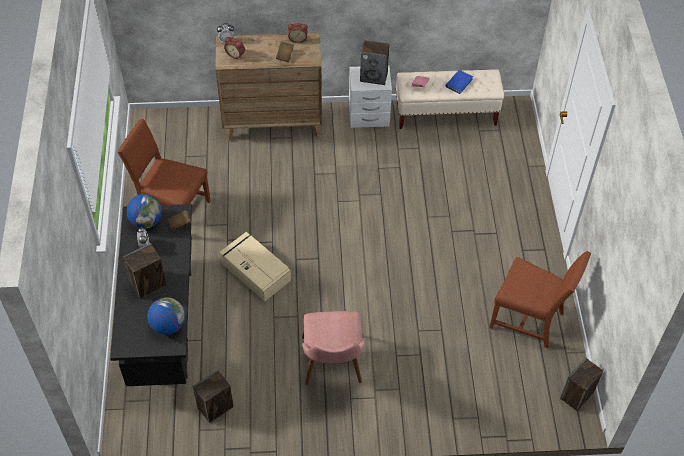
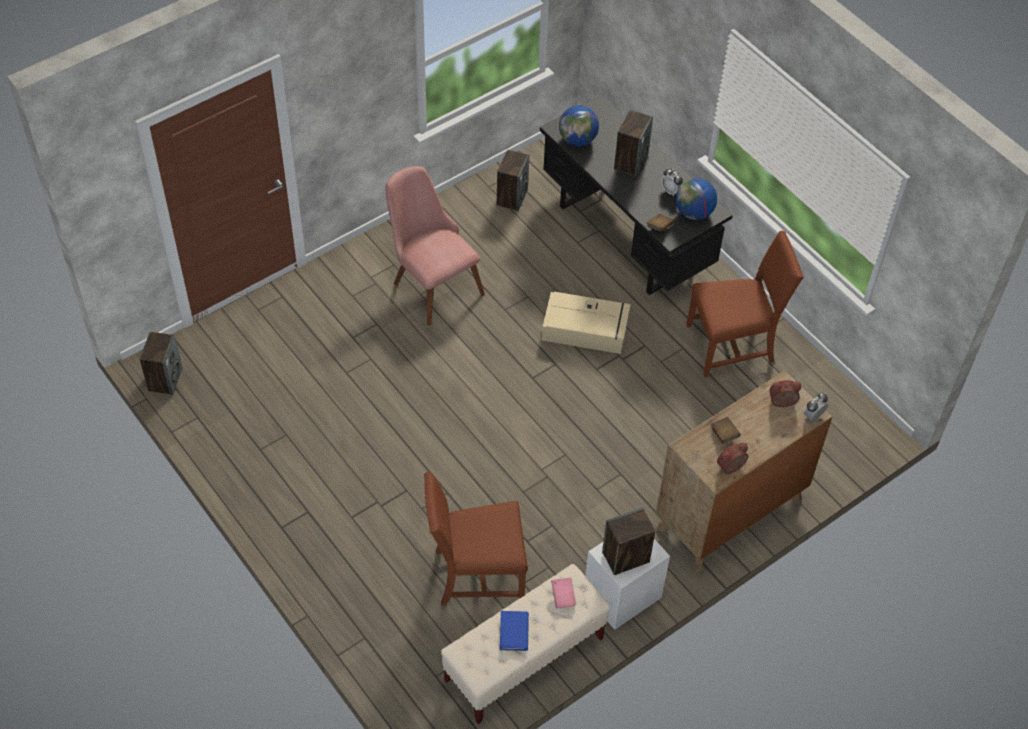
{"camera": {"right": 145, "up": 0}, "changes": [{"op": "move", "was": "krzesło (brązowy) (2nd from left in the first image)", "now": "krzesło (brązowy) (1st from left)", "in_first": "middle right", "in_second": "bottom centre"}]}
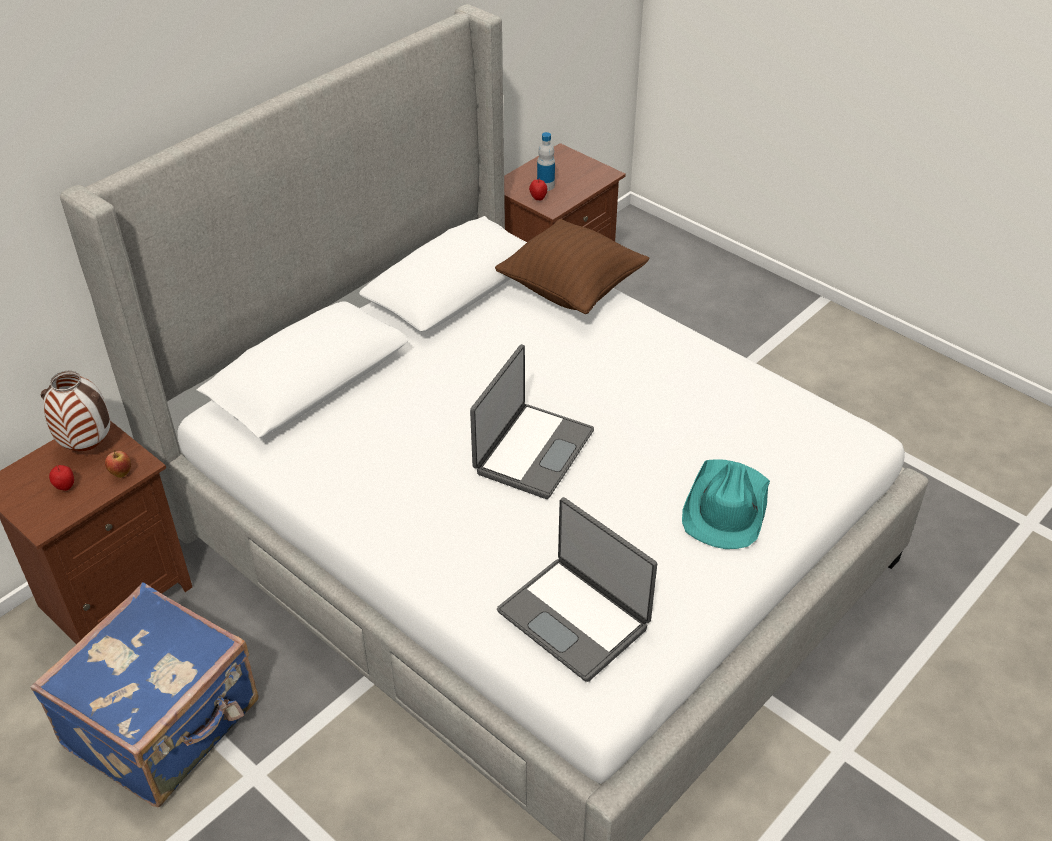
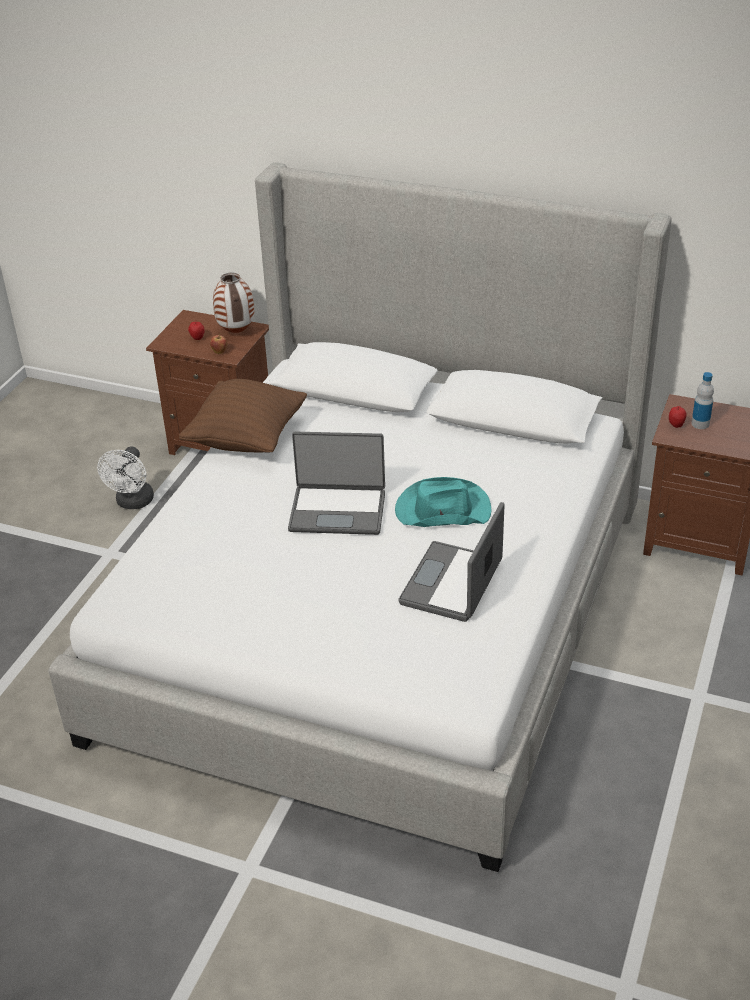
{"camera": {"right": 70, "up": -5}, "changes": [{"op": "move", "was": "poduszka (brązowy)", "in_first": "top centre", "in_second": "middle left"}, {"op": "move", "was": "laptop (2nd from left)", "in_first": "bottom centre", "in_second": "centre"}, {"op": "move", "was": "kapelusz (turkusowy)", "in_first": "middle right", "in_second": "centre"}, {"op": "replace", "was": "walizka (niebieski)", "now": "wentylator (biały)", "in_first": "bottom left", "in_second": "middle left"}]}
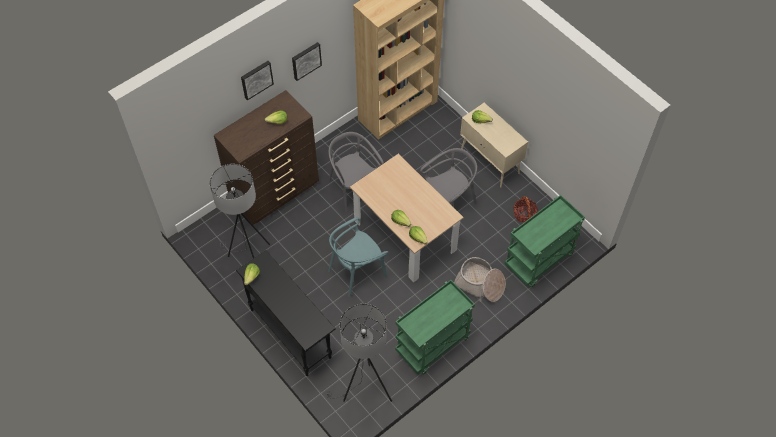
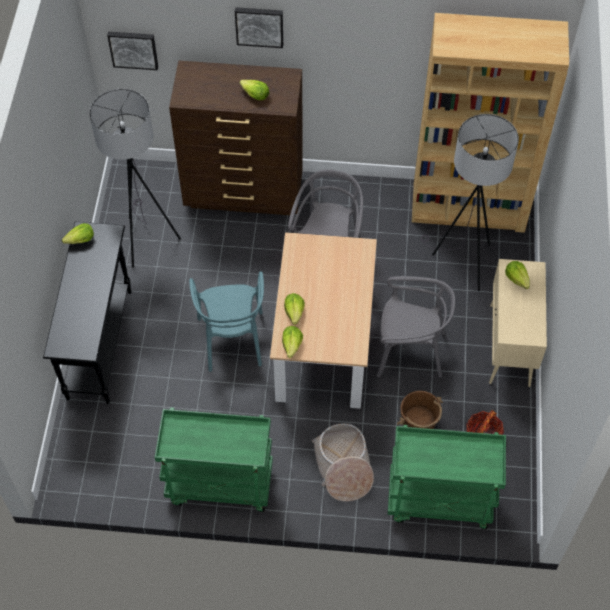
{"camera": {"right": 45, "up": 0}, "changes": [{"op": "insert", "now": "wiadro (brązowy)", "in_second": "bottom right"}, {"op": "move", "was": "obraz (2nd from left in the first image)", "now": "obraz (1st from left)", "in_first": "top centre", "in_second": "top left"}, {"op": "move", "was": "lampa stojąca (szary) (2nd from left)", "in_first": "bottom centre", "in_second": "top right"}, {"op": "rotate", "was": "krzesło (turkusowy)", "in_first": "centre", "in_second": "centre", "clockwise": -105}]}
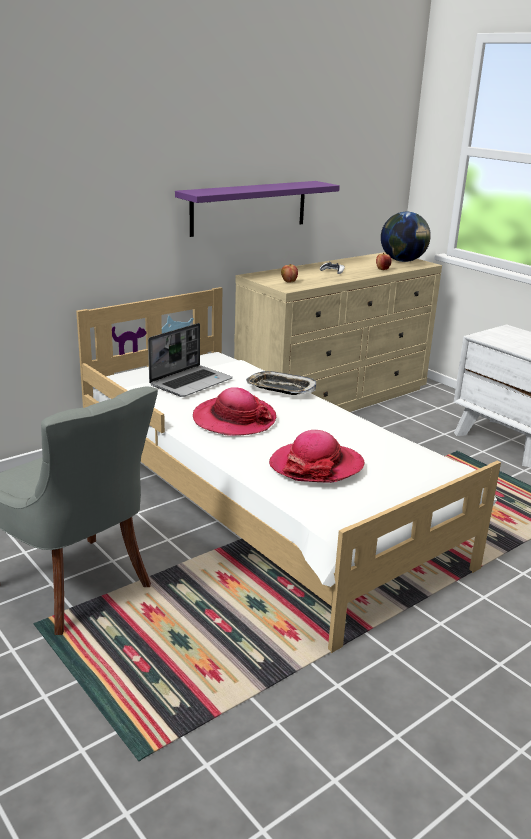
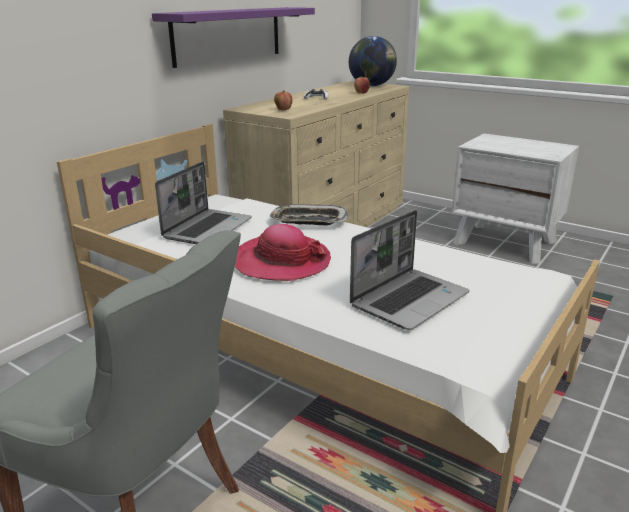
{"camera": {"right": -15, "up": 0}, "changes": [{"op": "replace", "was": "kapelusz (2nd from left)", "now": "laptop (2nd from left)", "in_first": "centre", "in_second": "centre"}]}
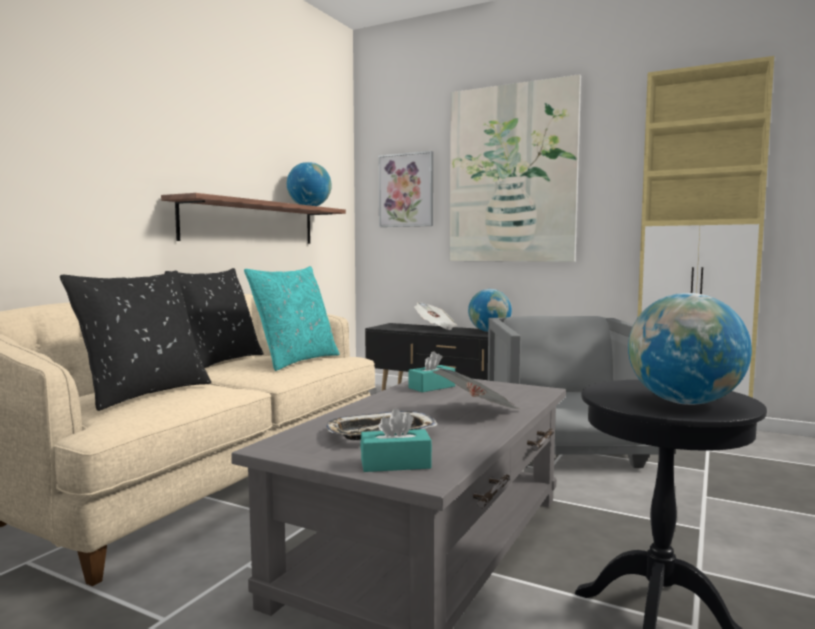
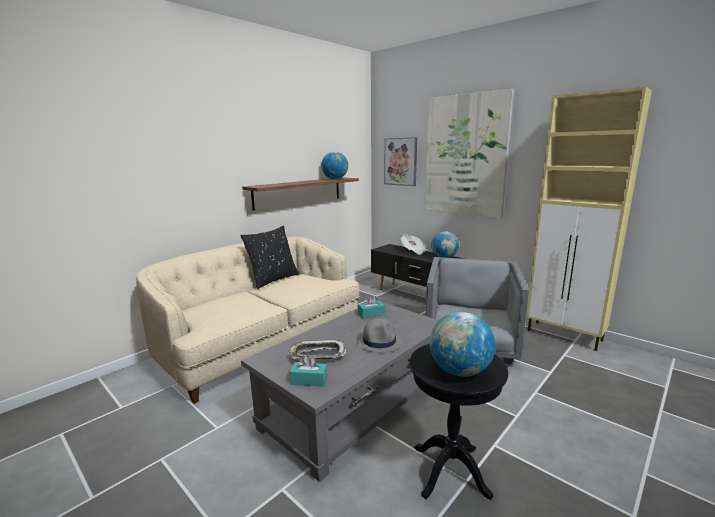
{"camera": {"right": 15, "up": 10}, "changes": [{"op": "delete", "was": "poduszka (czarny) (1st from left)", "in_first": "middle left"}, {"op": "delete", "was": "poduszka (turkusowy)", "in_first": "centre"}, {"op": "replace", "was": "gazeta (2nd from left)", "now": "kapelusz (szary)", "in_first": "centre", "in_second": "centre"}]}
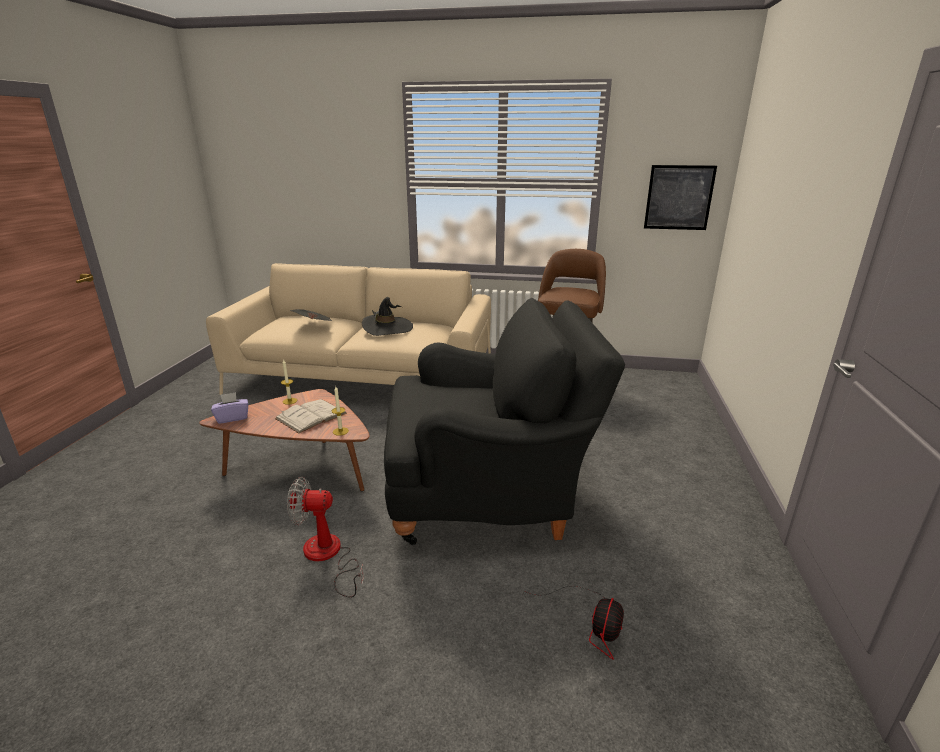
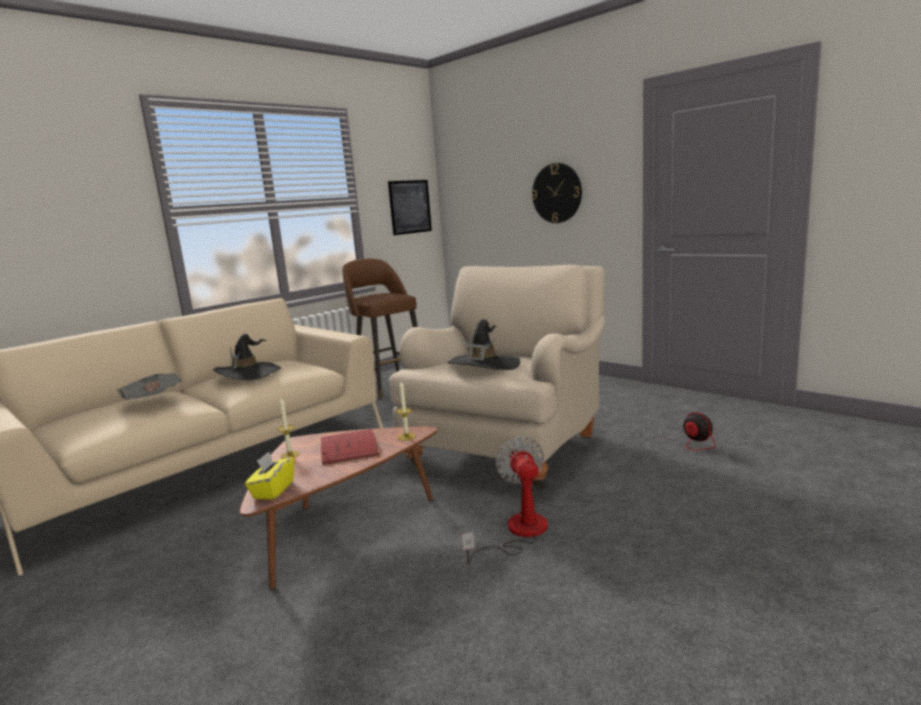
{"camera": {"right": -55, "up": -10}, "changes": [{"op": "insert", "now": "kapelusz (czarny) (2nd from left)", "in_second": "centre"}, {"op": "insert", "now": "zegar ścienny", "in_second": "top centre"}, {"op": "recolor", "was": "pudełko chusteczek (fioletowy)", "now": "pudełko chusteczek (żółty)", "in_first": "middle left", "in_second": "bottom left"}, {"op": "recolor", "was": "książka (biały)", "now": "książka (czerwony)", "in_first": "middle left", "in_second": "centre"}, {"op": "recolor", "was": "fotel (czarny)", "now": "fotel (beżowy)", "in_first": "centre", "in_second": "centre"}, {"op": "rotate", "was": "wentylator (1st from left)", "in_first": "bottom centre", "in_second": "bottom centre", "clockwise": 135}]}
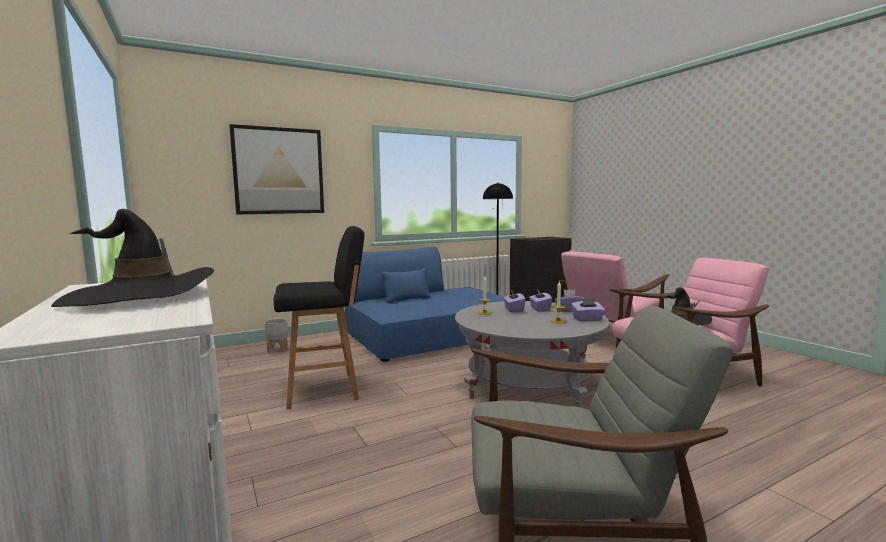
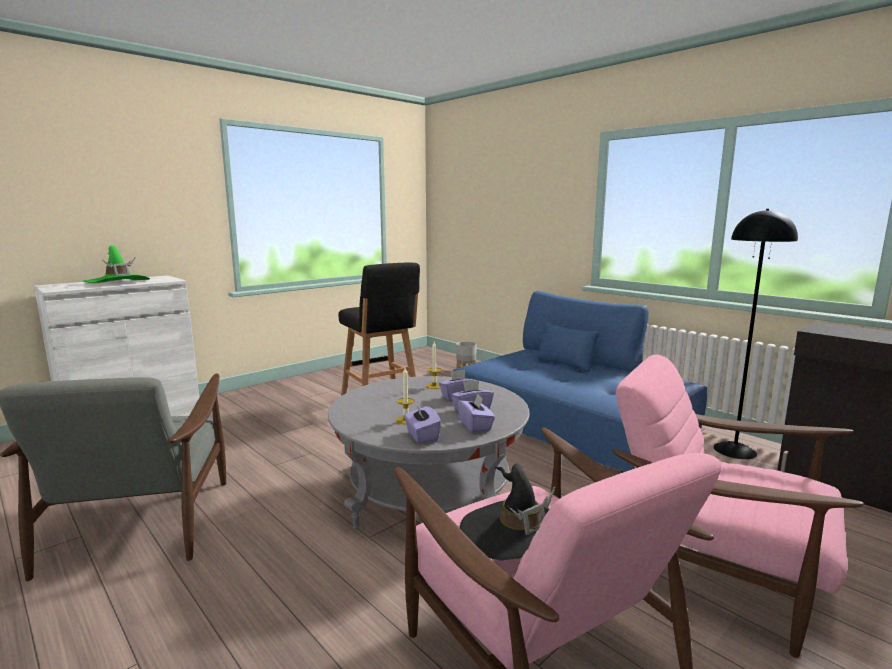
{"camera": {"right": 75, "up": 5}, "changes": [{"op": "delete", "was": "obraz", "in_first": "top left"}, {"op": "recolor", "was": "kapelusz (czarny) (1st from left)", "now": "kapelusz (zielony)", "in_first": "middle left", "in_second": "middle left"}]}
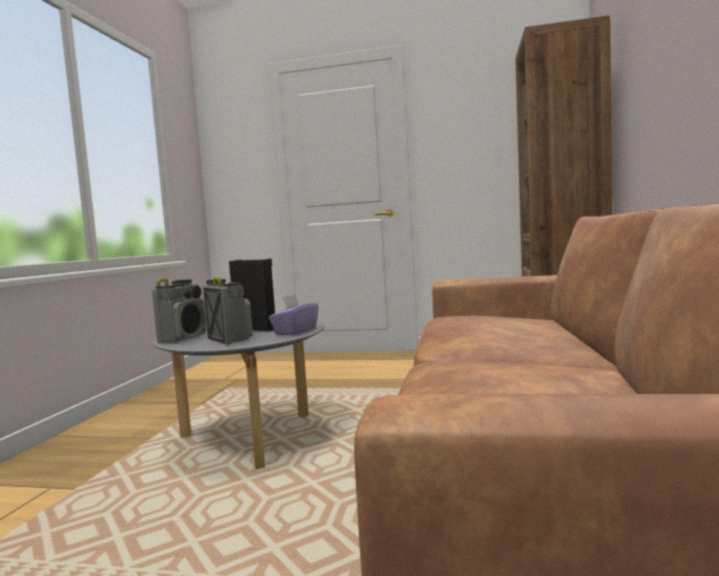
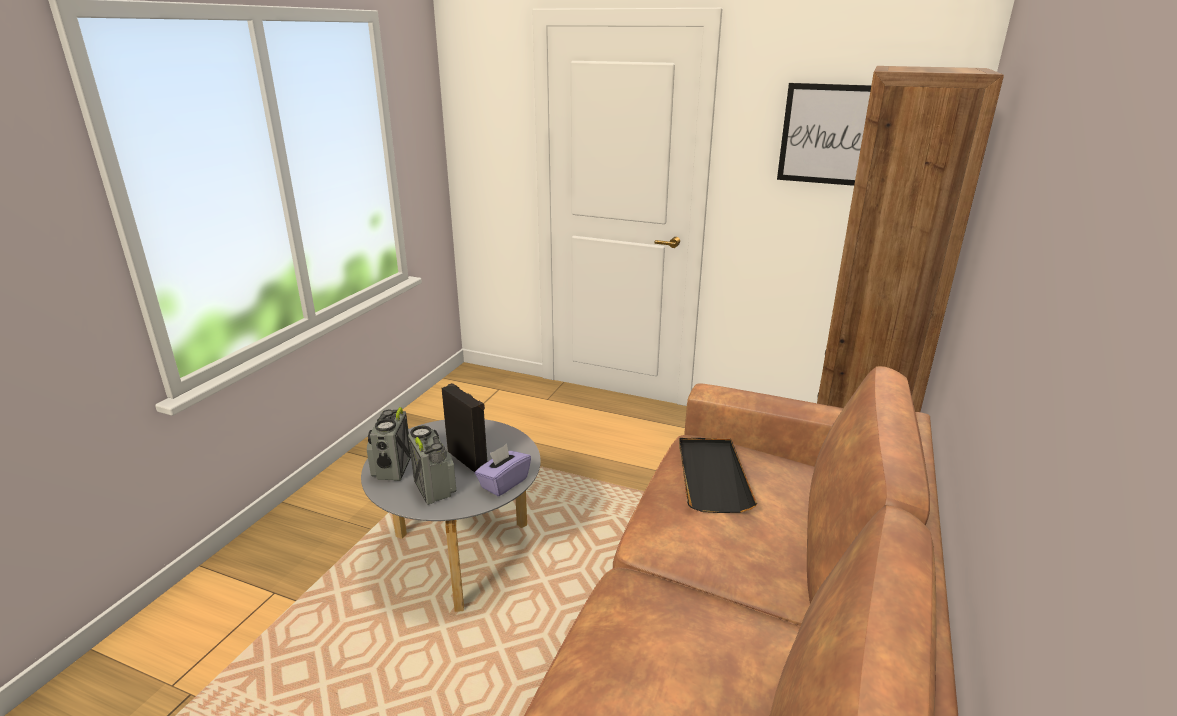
{"camera": {"right": 10, "up": 20}, "changes": [{"op": "insert", "now": "taca (czarny)", "in_second": "centre"}, {"op": "insert", "now": "obraz", "in_second": "top right"}, {"op": "rotate", "was": "radio (1st from left)", "in_first": "middle left", "in_second": "middle left", "clockwise": 150}]}
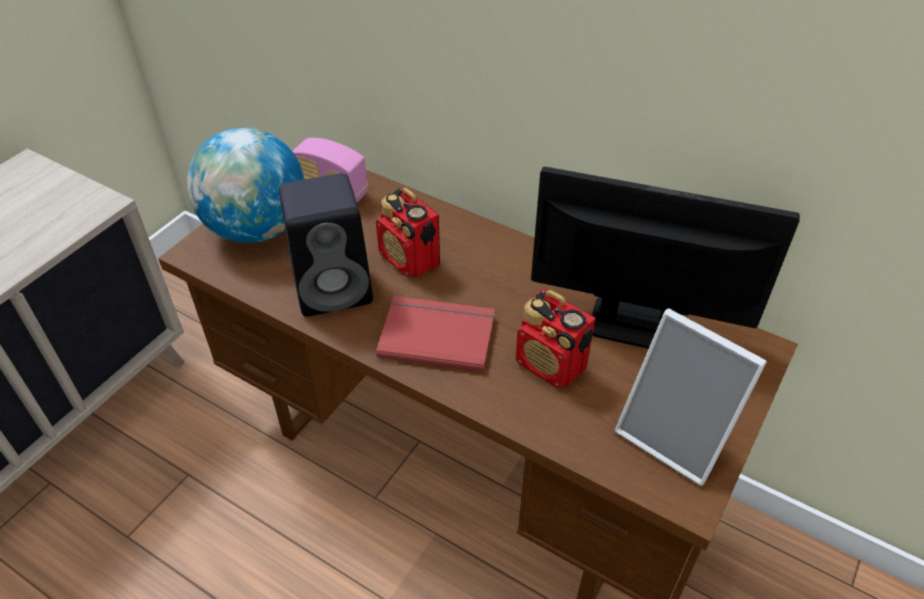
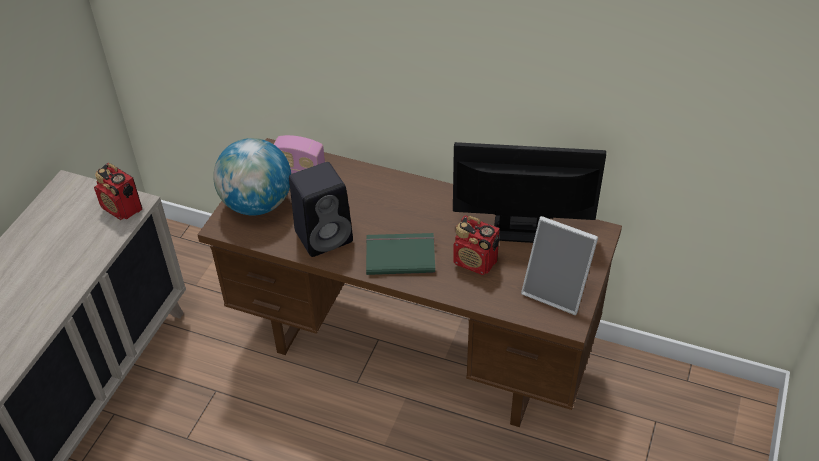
{"camera": {"right": -10, "up": 0}, "changes": [{"op": "move", "was": "radio (2nd from left in the first image)", "now": "radio (1st from left)", "in_first": "centre", "in_second": "middle left"}, {"op": "recolor", "was": "książka (czerwony)", "now": "książka (zielony)", "in_first": "centre", "in_second": "centre"}]}
